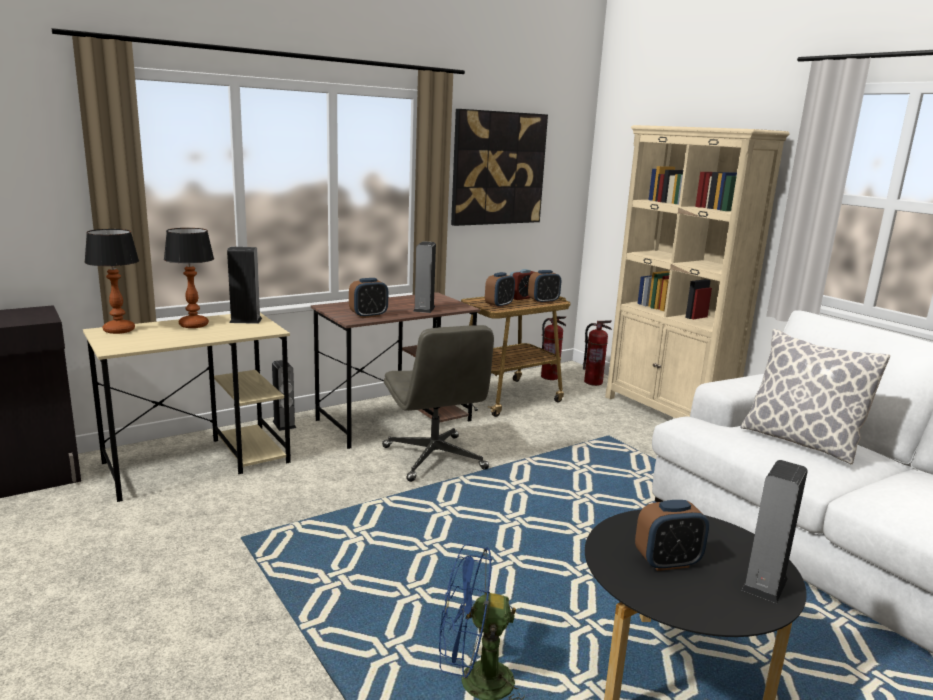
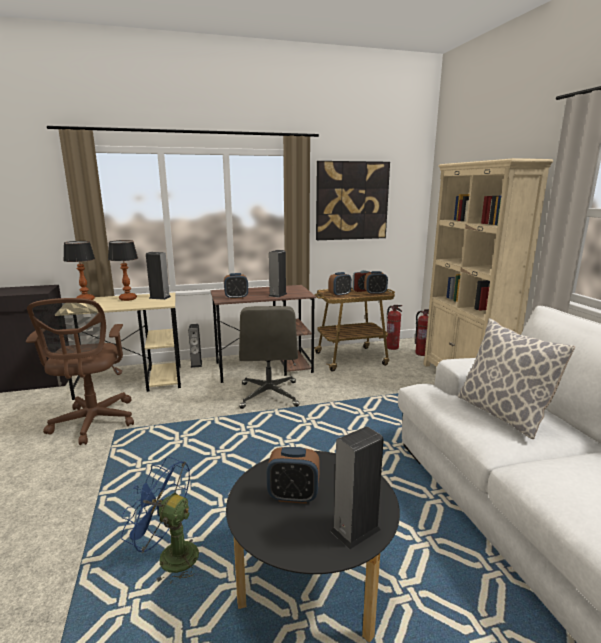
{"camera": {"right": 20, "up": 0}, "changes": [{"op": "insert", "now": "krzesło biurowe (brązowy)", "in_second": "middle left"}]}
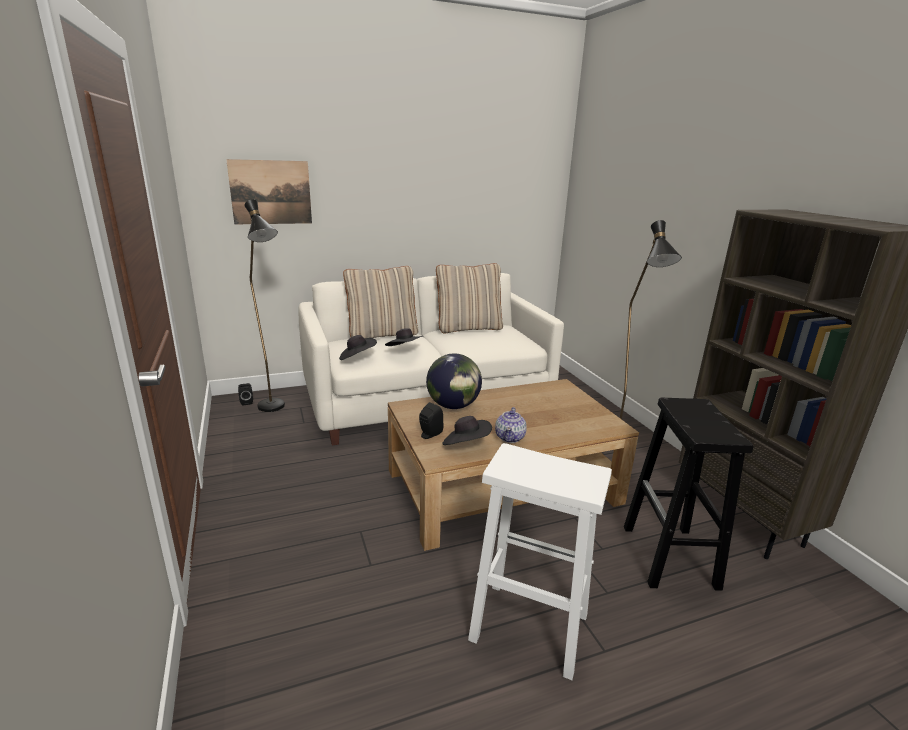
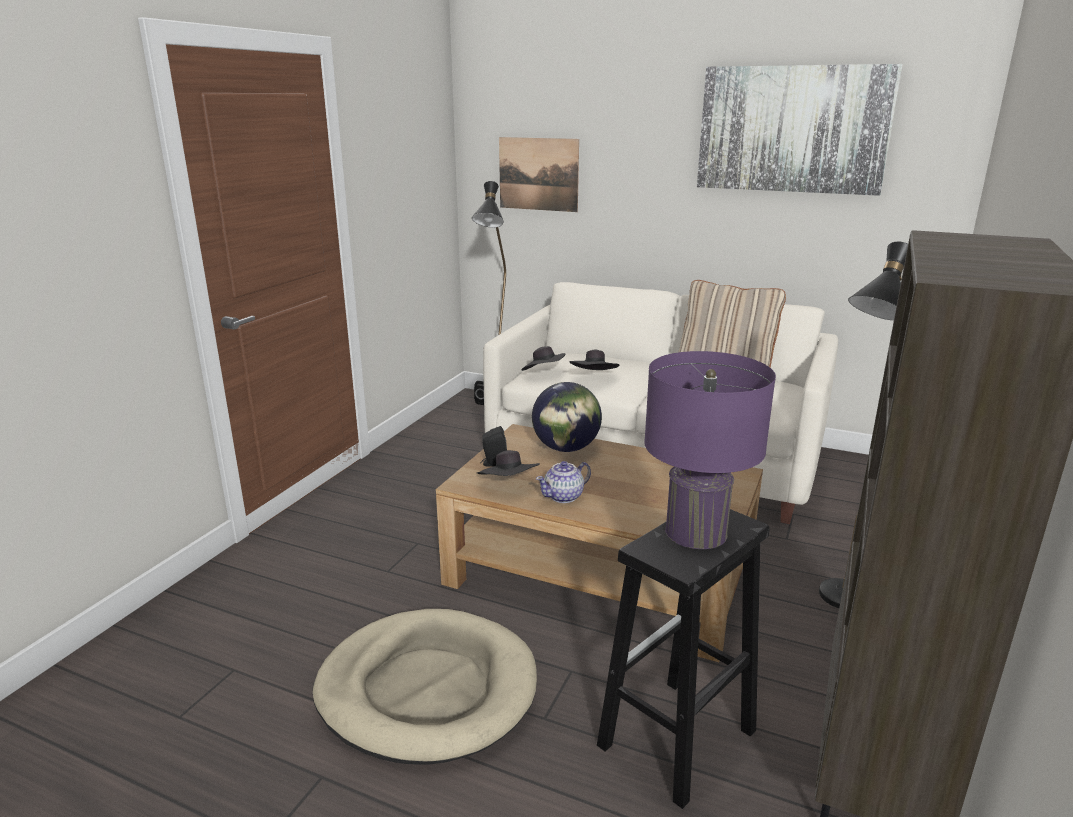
{"camera": {"right": 45, "up": 0}, "changes": [{"op": "delete", "was": "poduszka (beżowy) (1st from left)", "in_first": "centre"}, {"op": "insert", "now": "lampa stołowa (fioletowy)", "in_second": "centre"}, {"op": "insert", "now": "obraz (2nd from left)", "in_second": "top right"}, {"op": "replace", "was": "stołek (biały)", "now": "legowisko (beżowy)", "in_first": "bottom centre", "in_second": "bottom centre"}]}
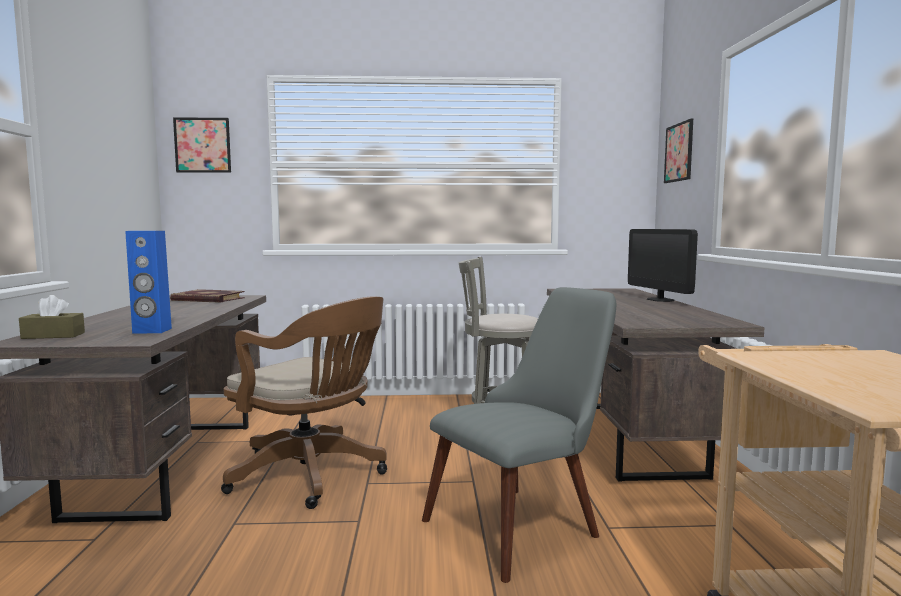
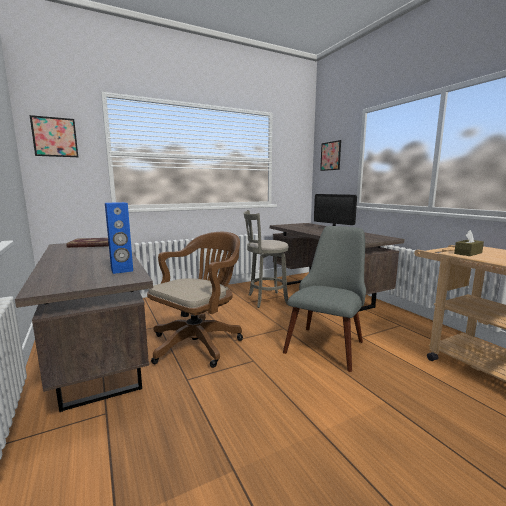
{"camera": {"right": -25, "up": 5}, "changes": [{"op": "move", "was": "pudełko chusteczek (brązowy)", "in_first": "middle left", "in_second": "middle right"}, {"op": "rotate", "was": "krzesło biurowe (brązowy)", "in_first": "bottom centre", "in_second": "centre", "clockwise": -60}]}
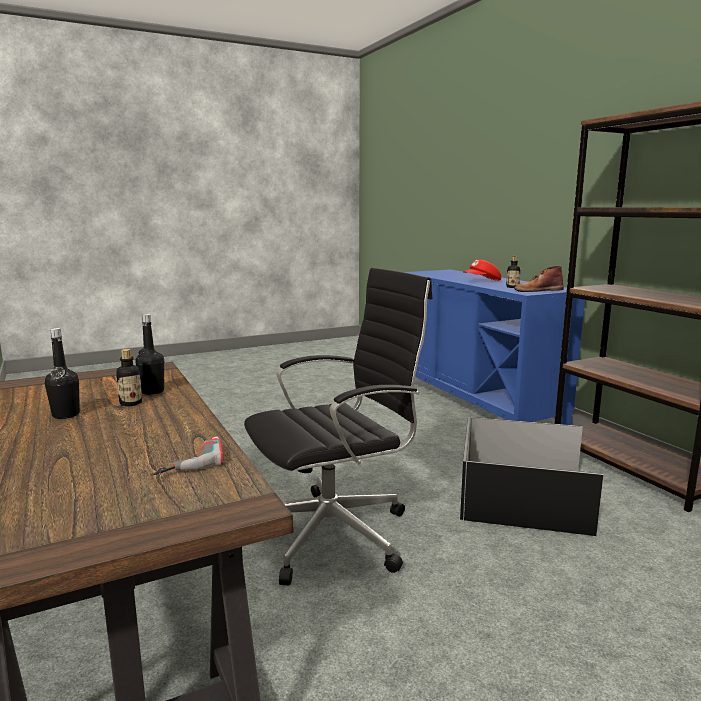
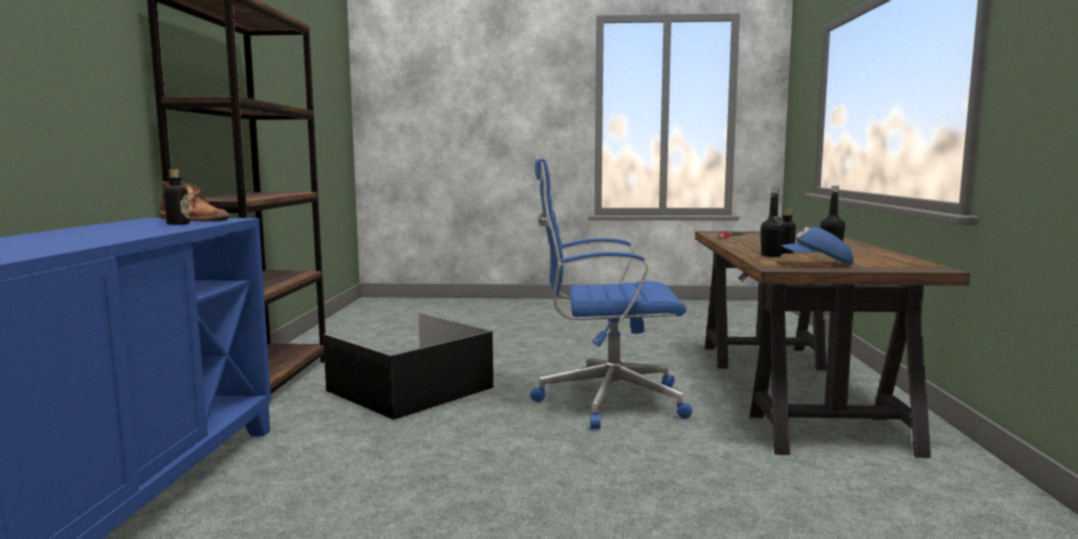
{"camera": {"right": -150, "up": -5}, "changes": [{"op": "delete", "was": "czapka z daszkiem (czerwony)", "in_first": "middle right"}, {"op": "insert", "now": "czapka z daszkiem (niebieski)", "in_second": "middle right"}, {"op": "recolor", "was": "krzesło biurowe (czarny)", "now": "krzesło biurowe (niebieski)", "in_first": "centre", "in_second": "centre"}]}
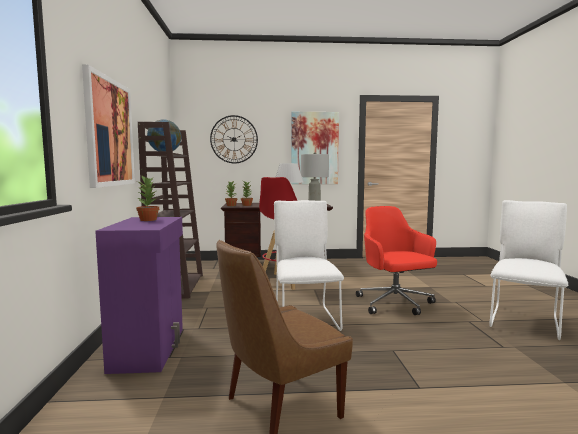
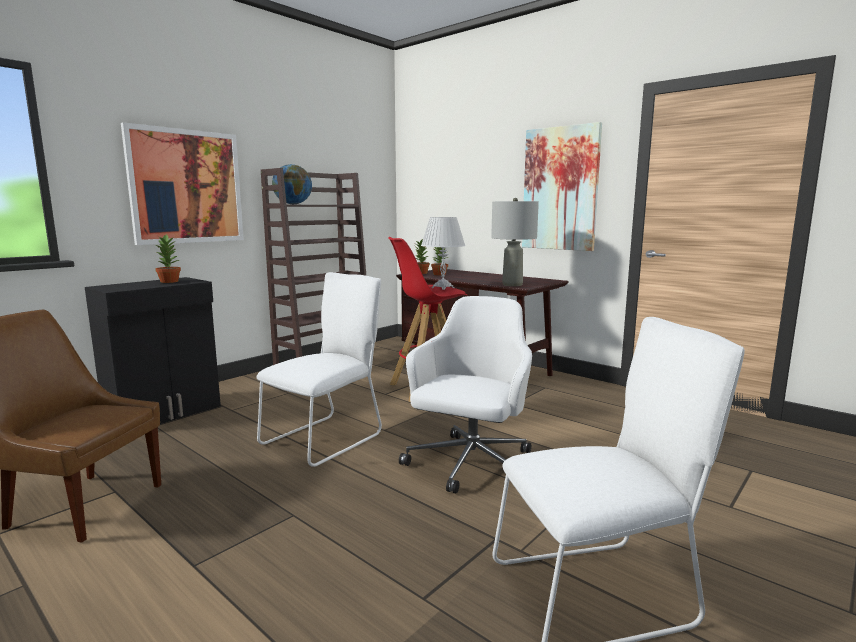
{"camera": {"right": 45, "up": 5}, "changes": [{"op": "delete", "was": "zegar ścienny", "in_first": "top centre"}, {"op": "recolor", "was": "szafka (fioletowy)", "now": "szafka (czarny)", "in_first": "bottom left", "in_second": "middle left"}, {"op": "recolor", "was": "krzesło biurowe (czerwony)", "now": "krzesło biurowe (biały)", "in_first": "middle right", "in_second": "centre"}]}
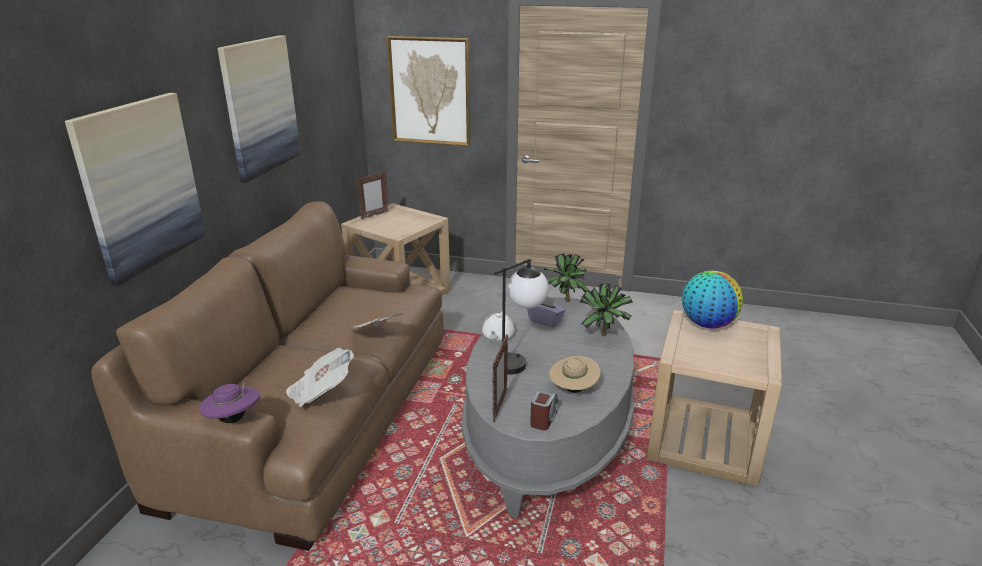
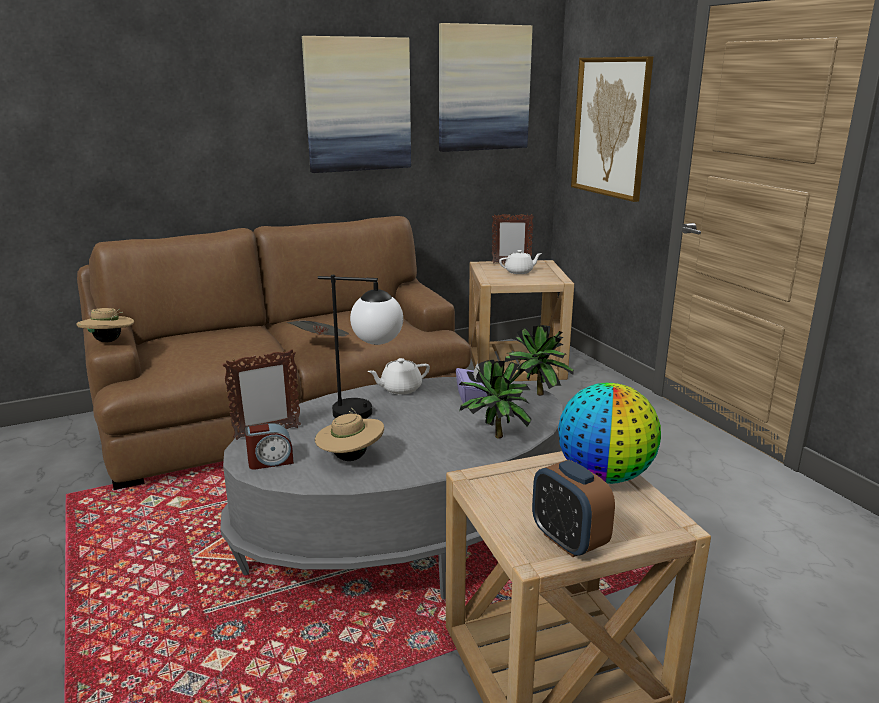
{"camera": {"right": 50, "up": -5}, "changes": [{"op": "delete", "was": "gazeta (1st from left)", "in_first": "middle left"}, {"op": "insert", "now": "imbryk (biały) (2nd from left)", "in_second": "centre"}, {"op": "insert", "now": "budzik (2nd from left)", "in_second": "bottom centre"}, {"op": "move", "was": "obraz (1st from left in the first image)", "now": "obraz (2nd from left)", "in_first": "middle left", "in_second": "top centre"}, {"op": "recolor", "was": "kapelusz (fioletowy)", "now": "kapelusz (beżowy) (1st from left)", "in_first": "bottom left", "in_second": "middle left"}]}
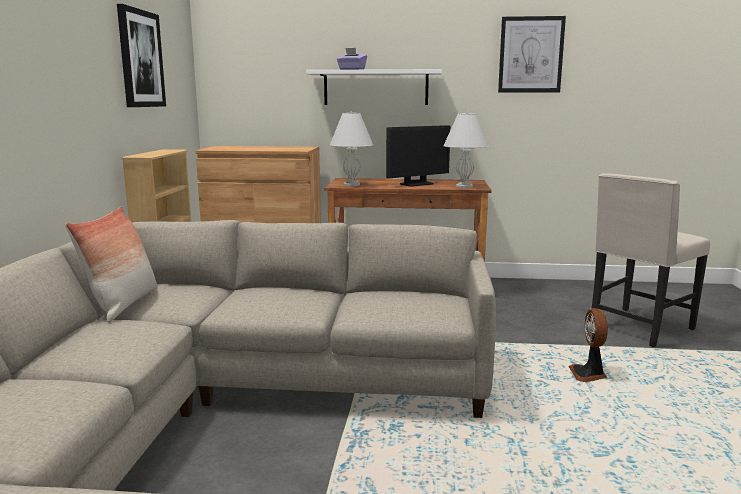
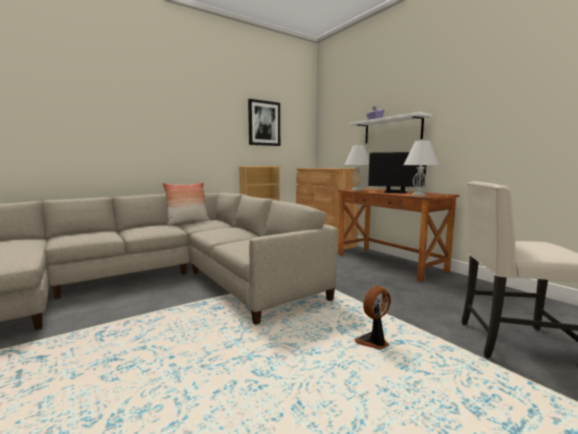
{"camera": {"right": 50, "up": -5}, "changes": [{"op": "delete", "was": "obraz (2nd from left)", "in_first": "top right"}]}
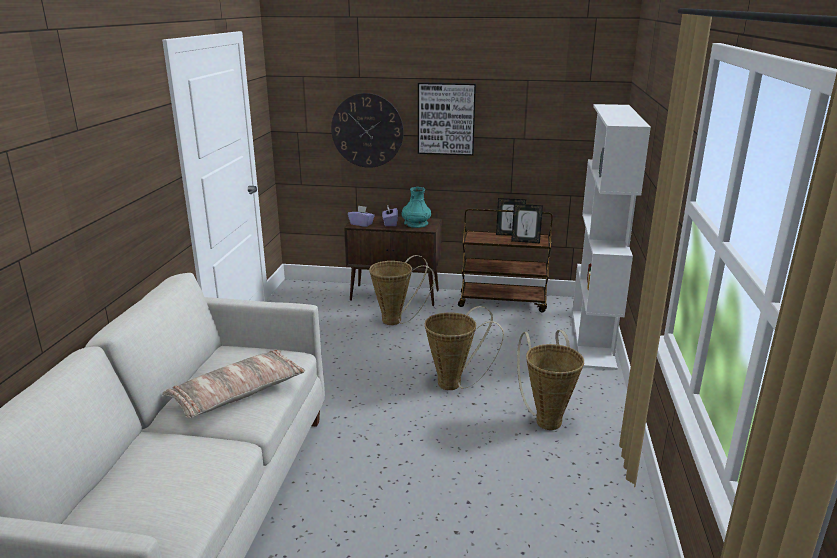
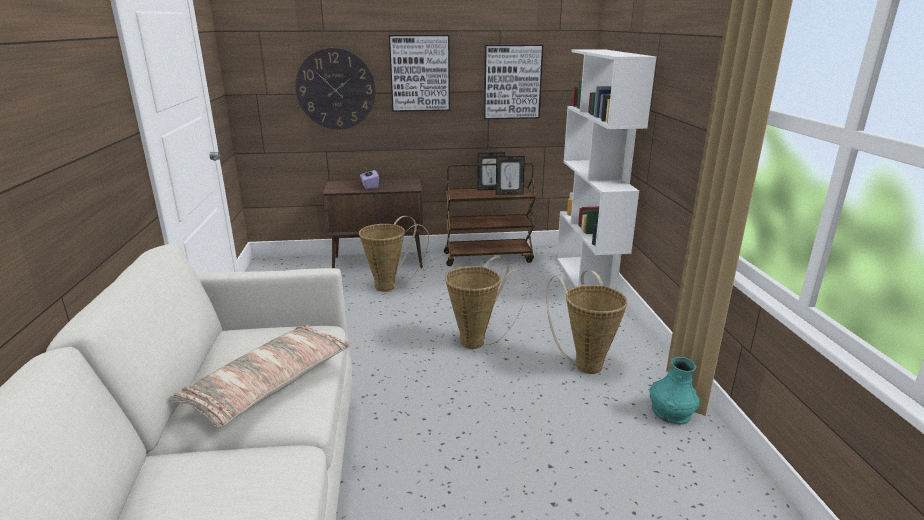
{"camera": {"right": -15, "up": 0}, "changes": [{"op": "delete", "was": "pudełko chusteczek (fioletowy) (1st from left)", "in_first": "centre"}, {"op": "insert", "now": "obraz (2nd from left)", "in_second": "top centre"}, {"op": "move", "was": "wazon (turkusowy)", "in_first": "centre", "in_second": "bottom right"}]}
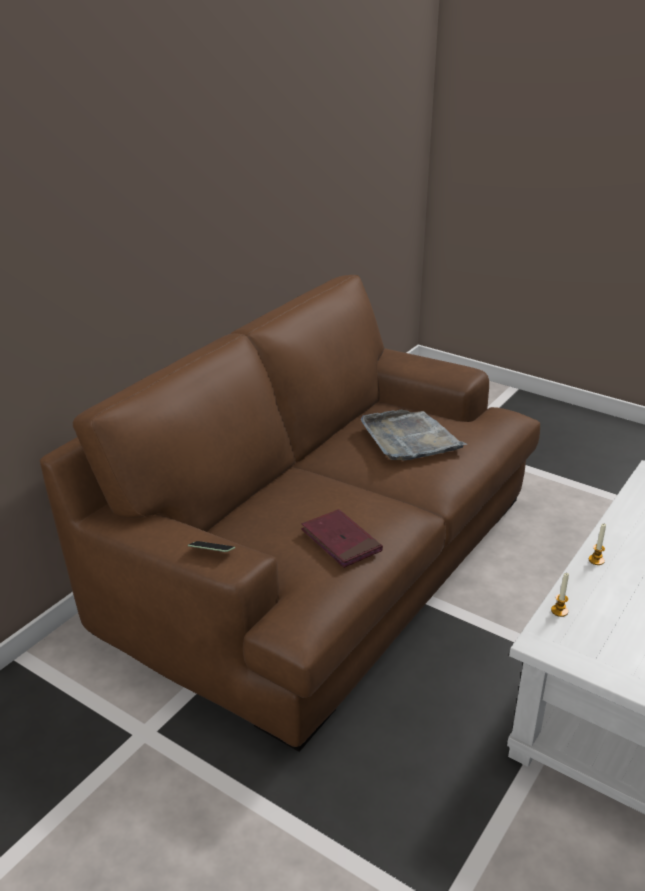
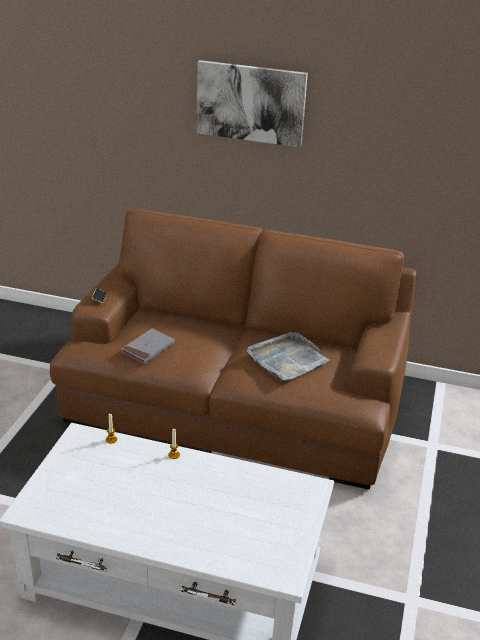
{"camera": {"right": 70, "up": 0}, "changes": [{"op": "insert", "now": "obraz", "in_second": "top centre"}, {"op": "recolor", "was": "książka (czerwony)", "now": "książka (szary)", "in_first": "centre", "in_second": "middle left"}]}
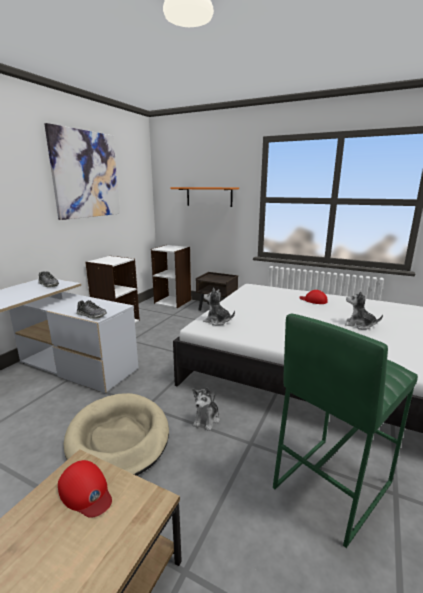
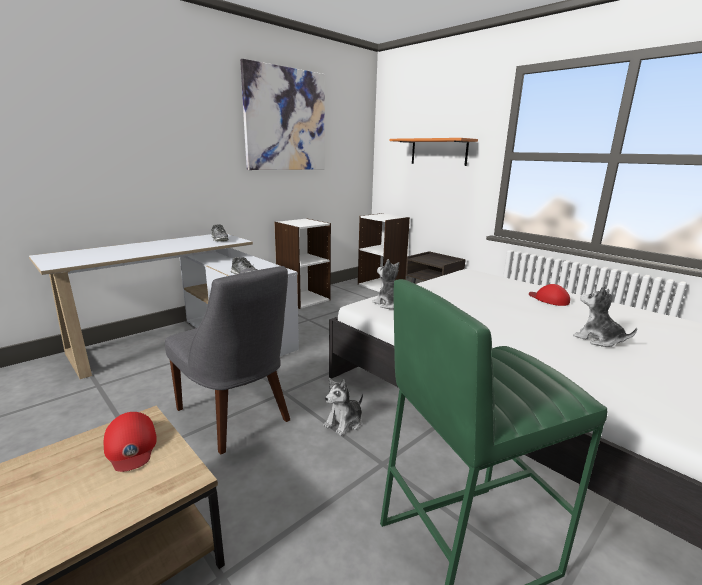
{"camera": {"right": 20, "up": 0}, "changes": [{"op": "replace", "was": "legowisko (beżowy)", "now": "krzesło (szary)", "in_first": "bottom left", "in_second": "middle left"}]}
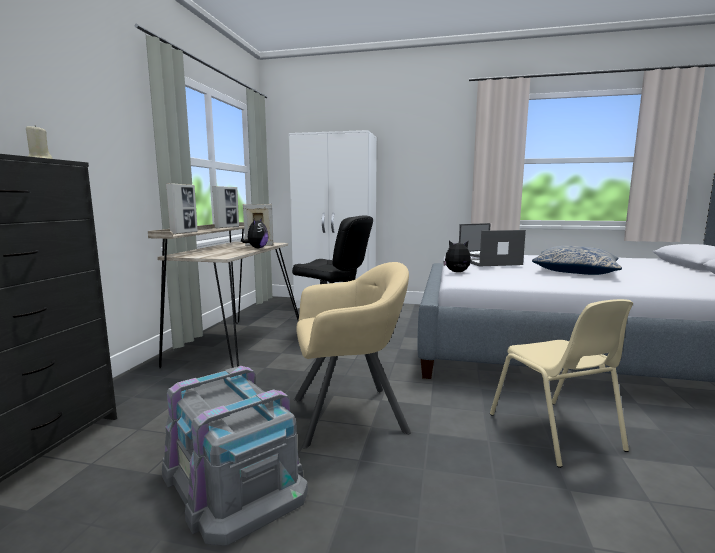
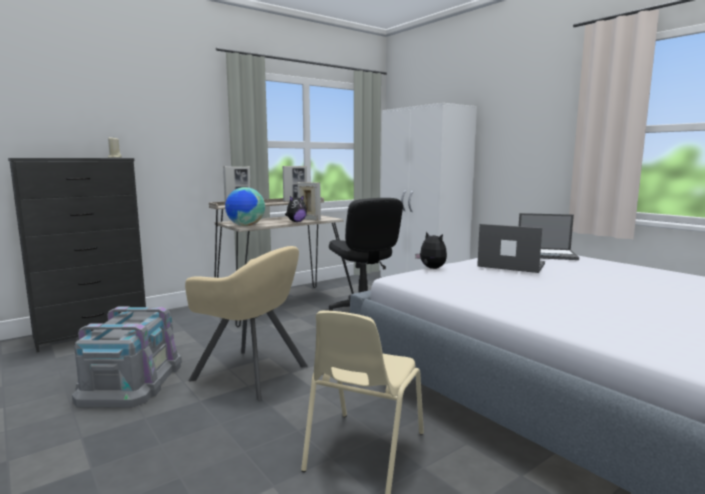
{"camera": {"right": 40, "up": 0}, "changes": [{"op": "delete", "was": "poduszka", "in_first": "middle right"}, {"op": "insert", "now": "globus", "in_second": "centre"}]}
